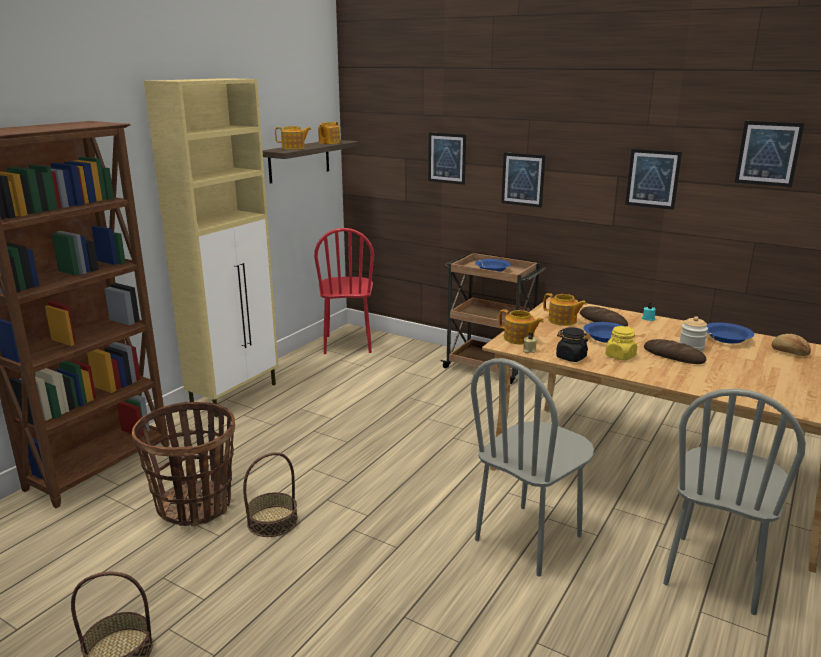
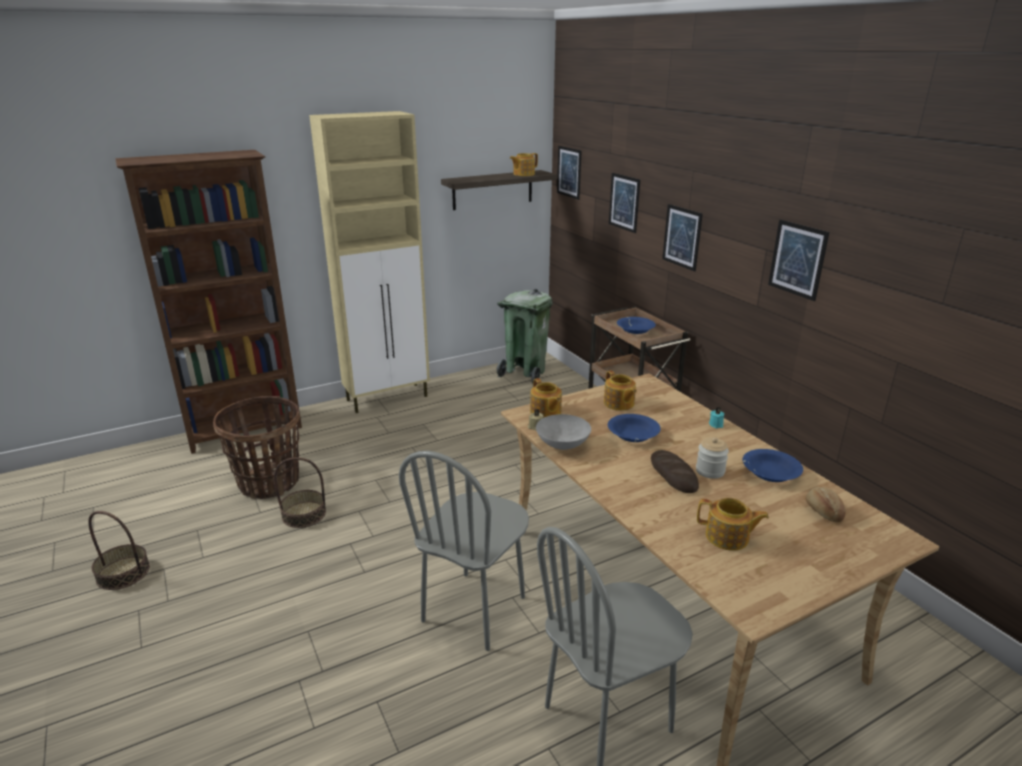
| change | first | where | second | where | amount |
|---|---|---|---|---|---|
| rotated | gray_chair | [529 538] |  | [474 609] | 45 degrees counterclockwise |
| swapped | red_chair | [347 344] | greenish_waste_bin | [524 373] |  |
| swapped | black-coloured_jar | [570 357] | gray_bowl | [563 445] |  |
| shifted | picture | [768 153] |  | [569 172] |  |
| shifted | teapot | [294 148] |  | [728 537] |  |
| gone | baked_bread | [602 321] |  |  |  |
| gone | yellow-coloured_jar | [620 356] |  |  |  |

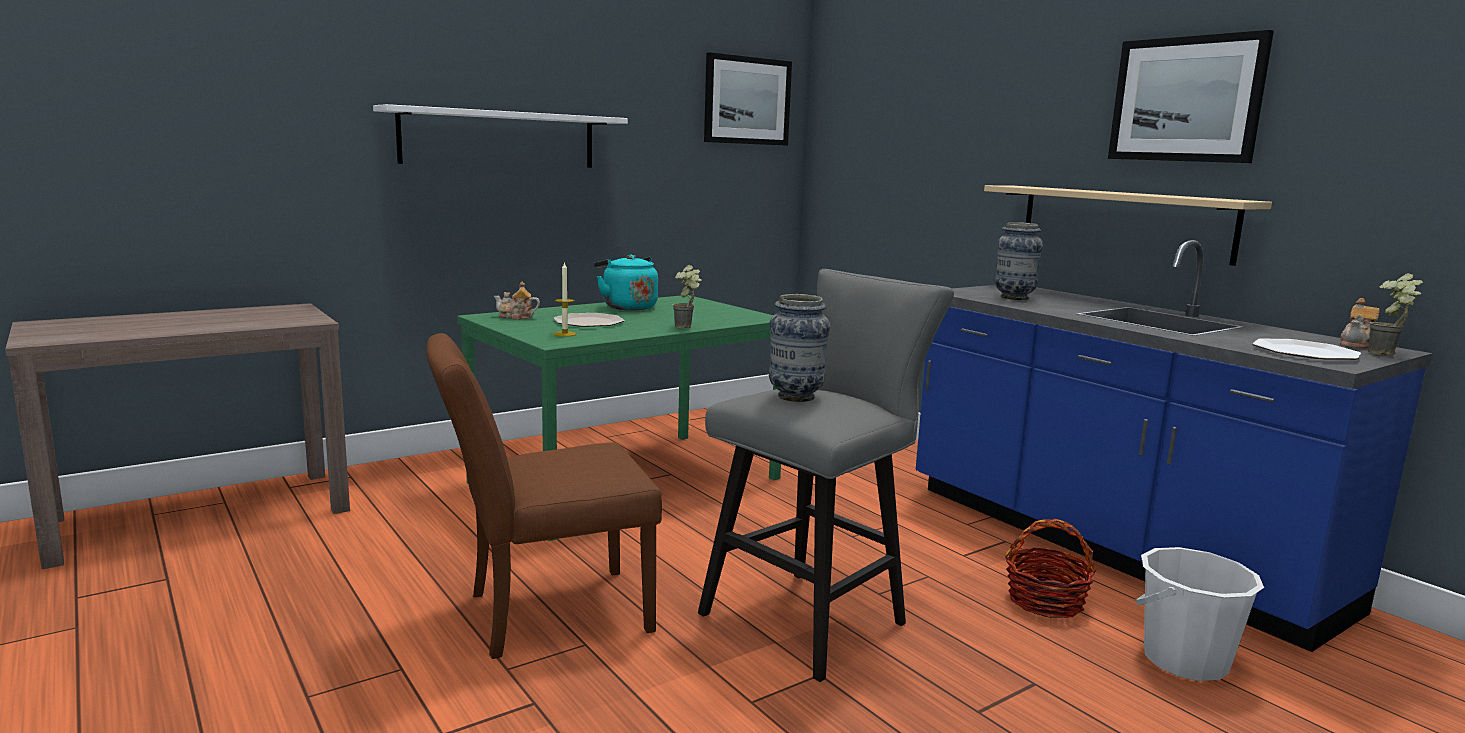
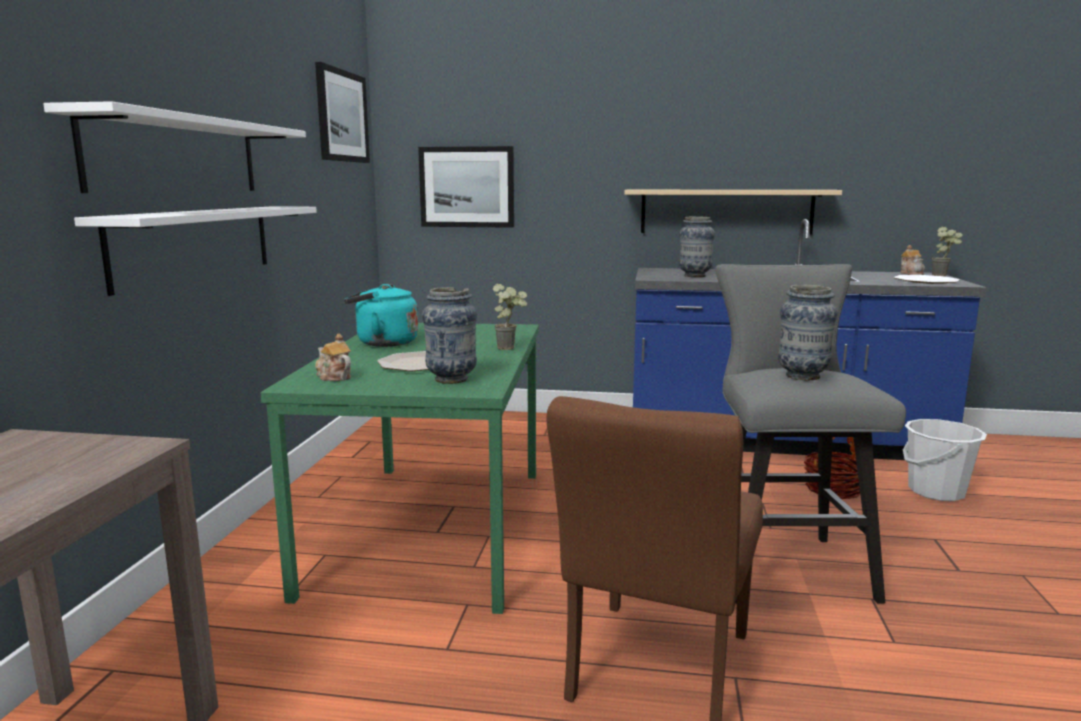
| change | first | where | second | where | amount |
|---|---|---|---|---|---|
| new |  |  | white-coloured_bracket_shelf | [196 244] |  |
| rotated | teapot | [516 317] |  | [333 377] | 90 degrees clockwise |
| shifted | picture | [1186 99] |  | [467 187] |  |
| swapped | wax_light | [565 334] | flower_vase | [451 379] |  |

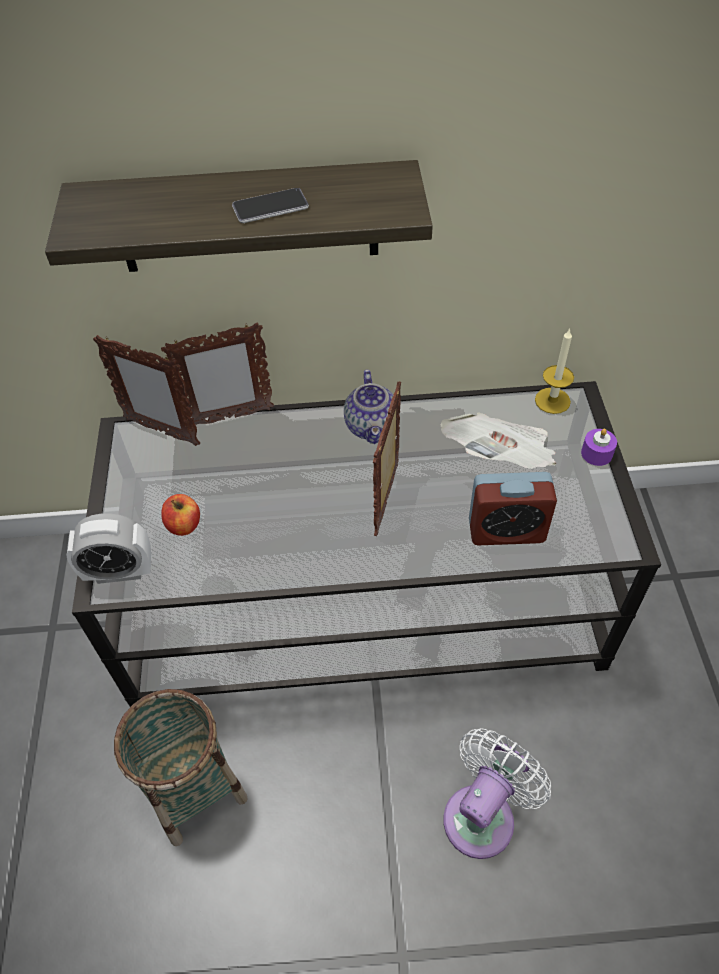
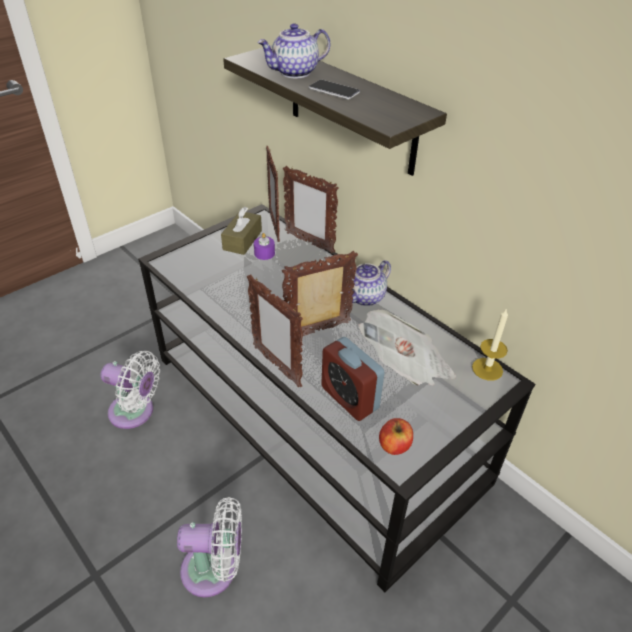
| change | first | where | second | where | amount |
|---|---|---|---|---|---|
| swapped | household_basket | [193 788] | white-coloured_electric_fan | [135 412] |  |
| new |  |  | brown_tissue_box | [242 240] |  |
| new |  |  | standing_frame | [276 366] |  |
| shifted | purplish_wax_light | [596 453] |  | [264 253] |  |
| new |  |  | teapot | [295 73] |  |
| shifted | apple_fruit | [184 525] |  | [394 445] |  |
| gone | bedside_clock | [119 572] |  |  |  |

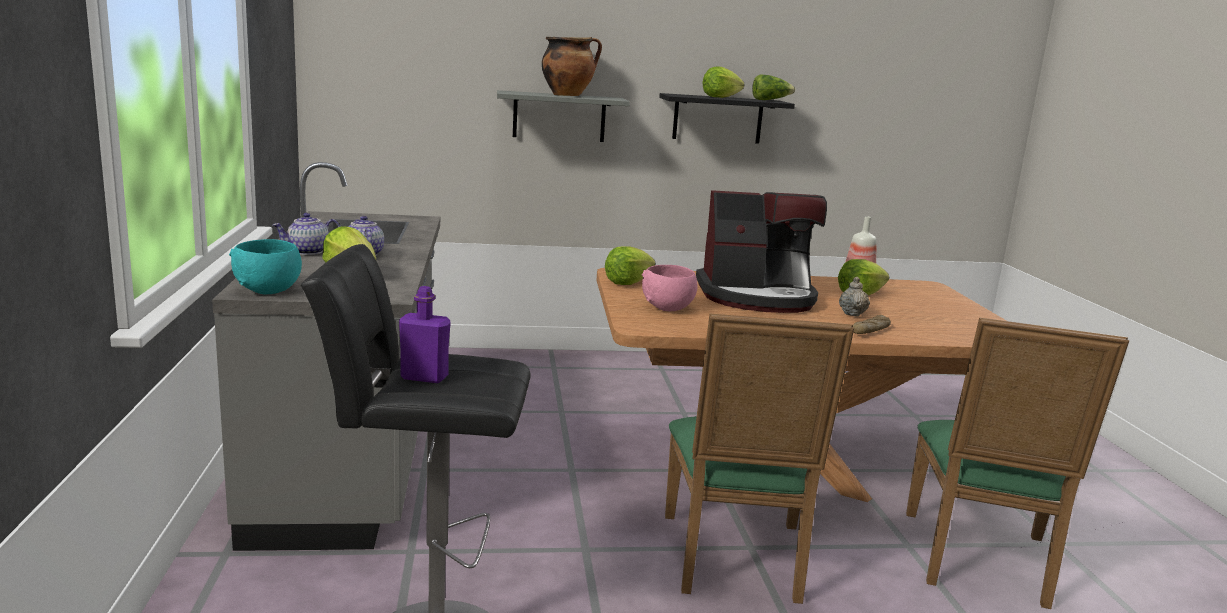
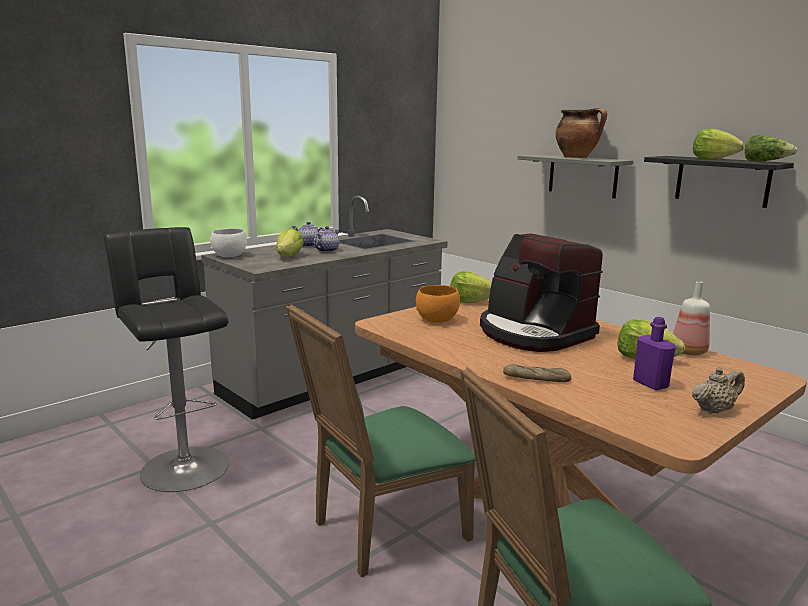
| change | first | where | second | where | amount |
|---|---|---|---|---|---|
| repainted | turquoise-coloured_bowl | [269 290] | white-coloured_bowl | [230 256] |  |
| repainted | pink-coloured_bowl | [668 308] | orange-coloured_bowl | [437 320] |  |
| shifted | purplish_beverage_bottle | [424 377] |  | [650 384] |  |
| shifted | beige-coloured_teapot | [852 314] |  | [714 410] |  |

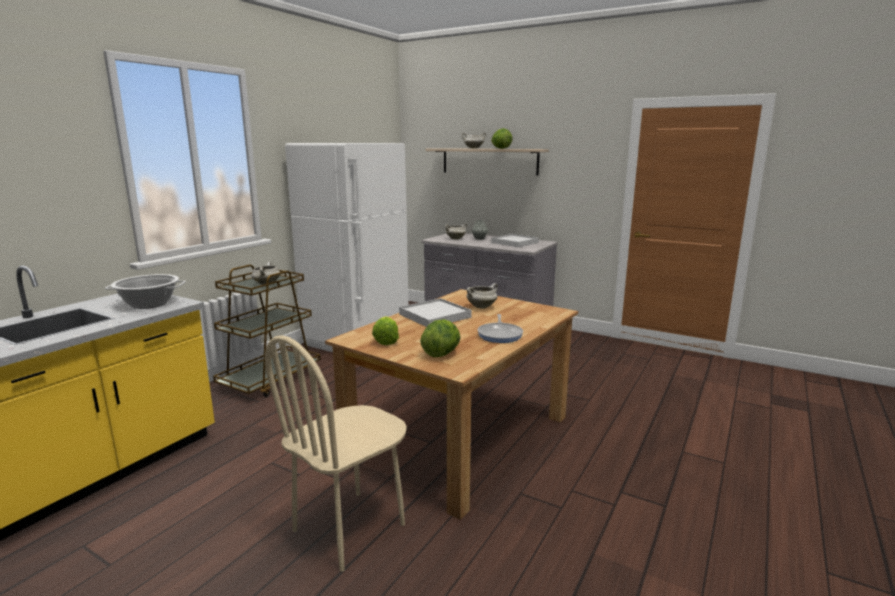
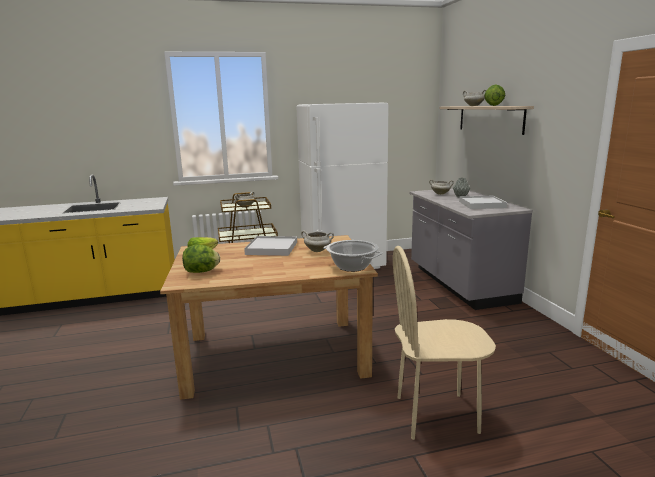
| change | first | where | second | where | amount |
|---|---|---|---|---|---|
| shifted | cooking_pot | [149 304] |  | [352 267] |  |
| shifted | beige-coloured_chair | [349 528] |  | [436 415] |  |
| gone | pan | [500 334] |  |  |  |

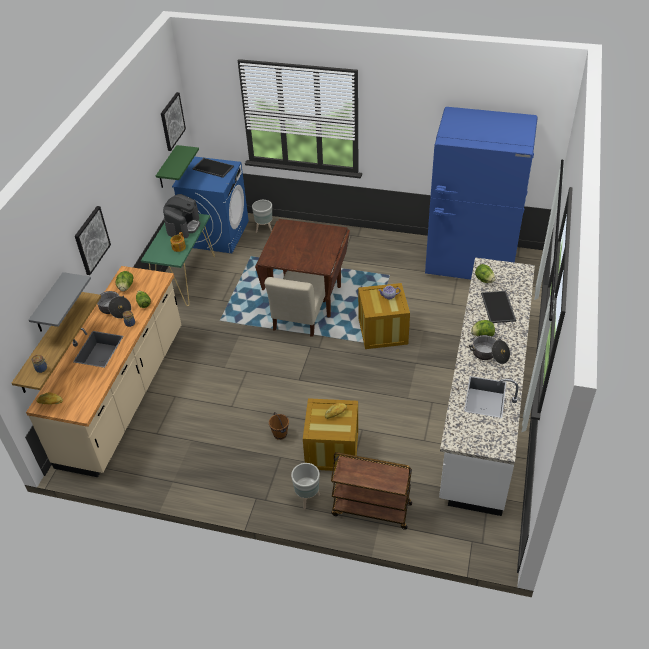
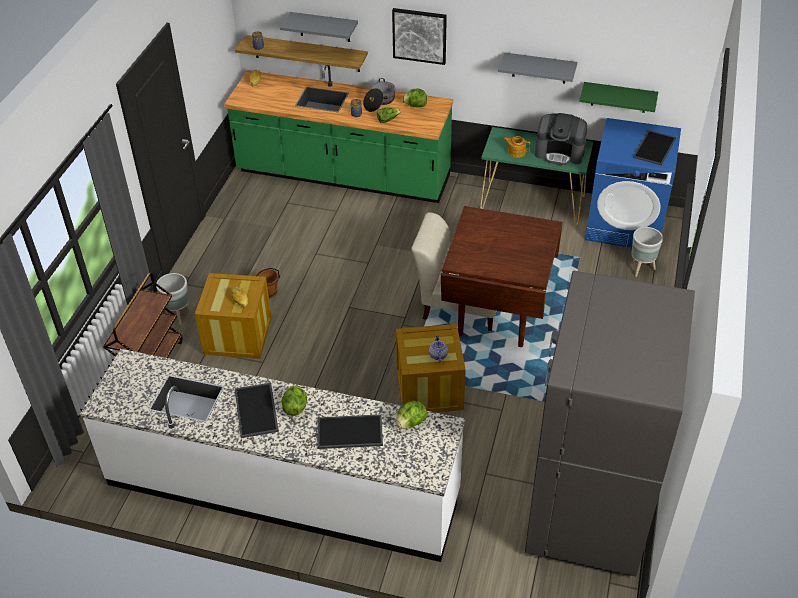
| change | first | where | second | where | amount |
|---|---|---|---|---|---|
| repainted | beige-coloured_counter | [124 395] | greenish_counter | [343 176] |  |
| swapped | cooking_pot | [489 354] | tray | [257 410] |  |
| new |  |  | gray_bracket_shelf | [539 68] |  |
| repainted | blue-coloured_fridge | [470 262] | gray_fridge | [587 509] |  |
| gone | picture | [172 121] |  |  |  |

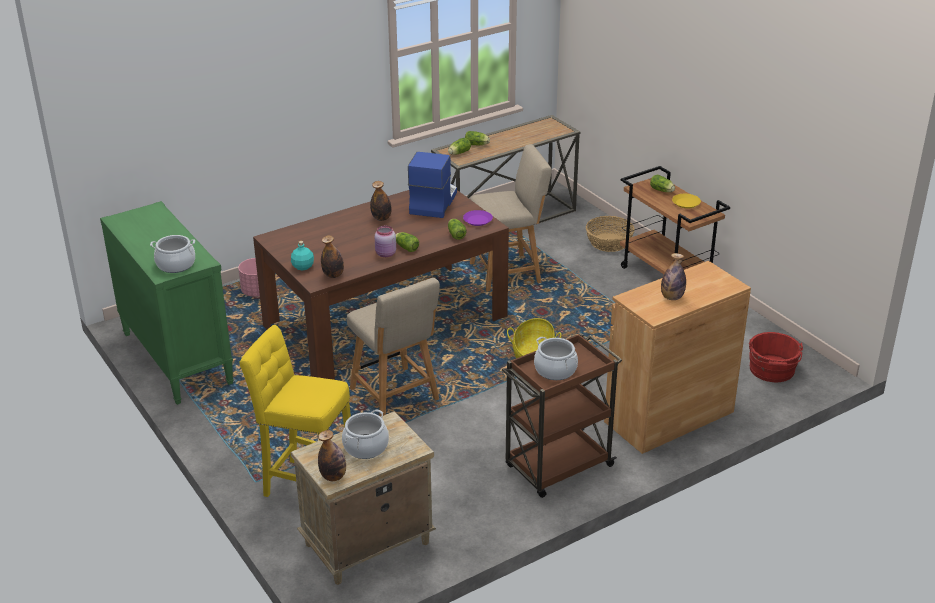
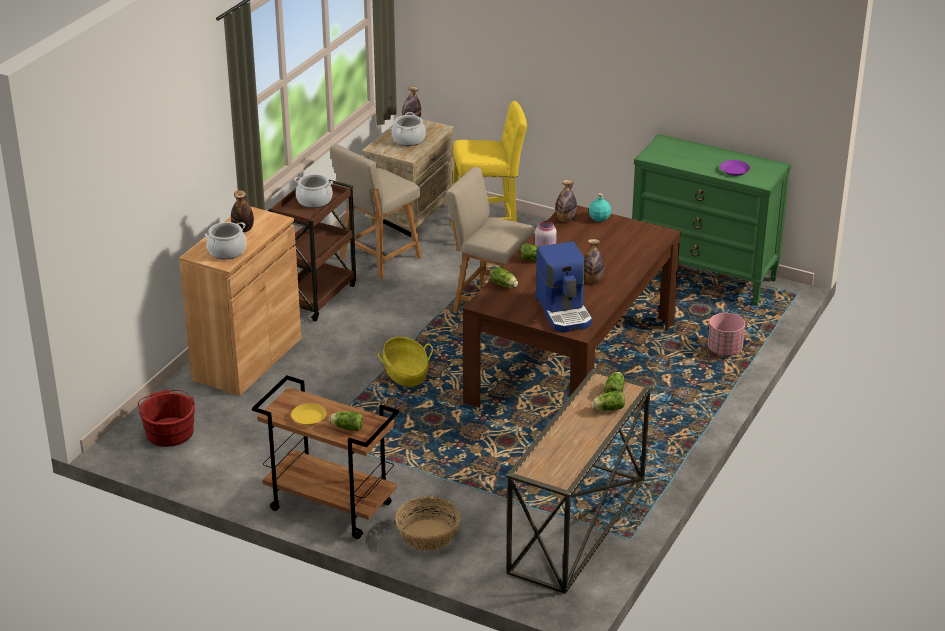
| change | first | where | second | where | amount |
|---|---|---|---|---|---|
| shifted | cooking_pot | [176 265] |  | [227 251] |  |
| shifted | beige-coloured_chair | [509 272] |  | [377 259] |  |
| shifted | purplish_plate | [478 220] |  | [734 170] |  |

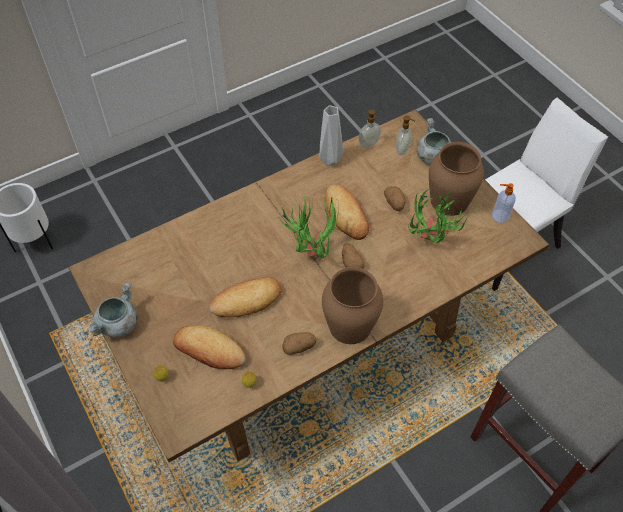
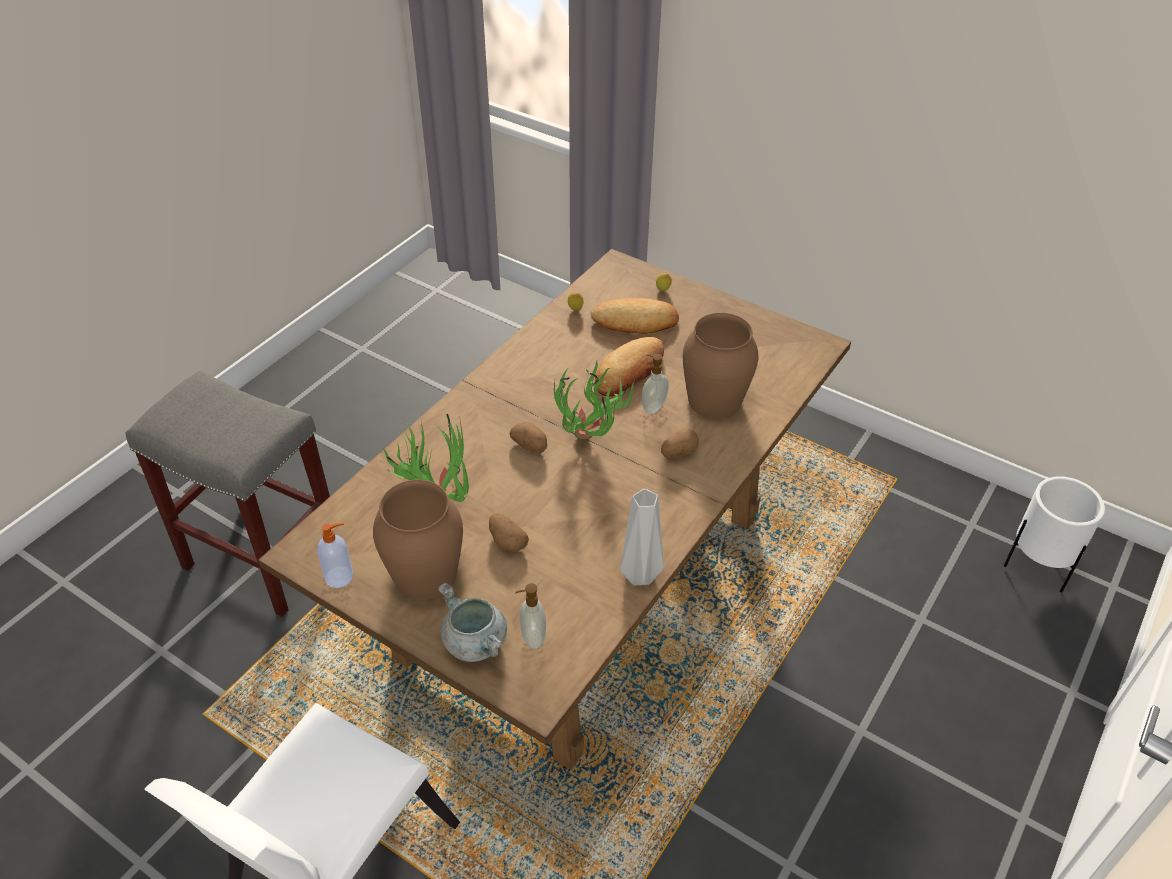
| change | first | where | second | where | amount |
|---|---|---|---|---|---|
| shifted | soap_bottle | [369 144] |  | [653 406] |  |
| shifted | spud | [299 347] |  | [678 452] |  |
| shifted | brown_flower_vase | [350 325] |  | [714 400] |  |
| gone | gray_cooking_pot | [118 325] |  |  |  |
| gone | baked_bread | [346 215] |  |  |  |

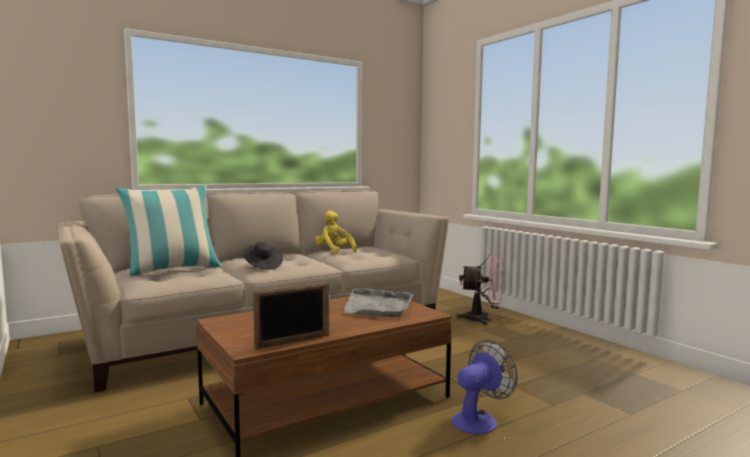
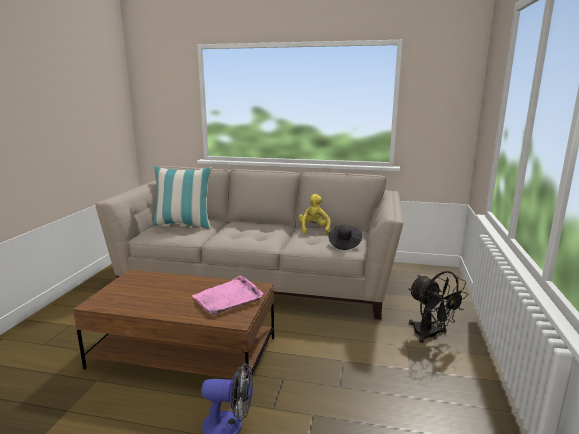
| change | first | where | second | where | amount |
|---|---|---|---|---|---|
| repainted | gray_tray | [377 306] | pink-coloured_tray | [228 298] |  |
| shifted | black-coloured_hat | [262 266] |  | [344 244] |  |
| repainted | pink-coloured_electric_fan | [482 320] | black-coloured_electric_fan | [430 335] |  |
| gone | standing_frame | [293 341] |  |  |  |

